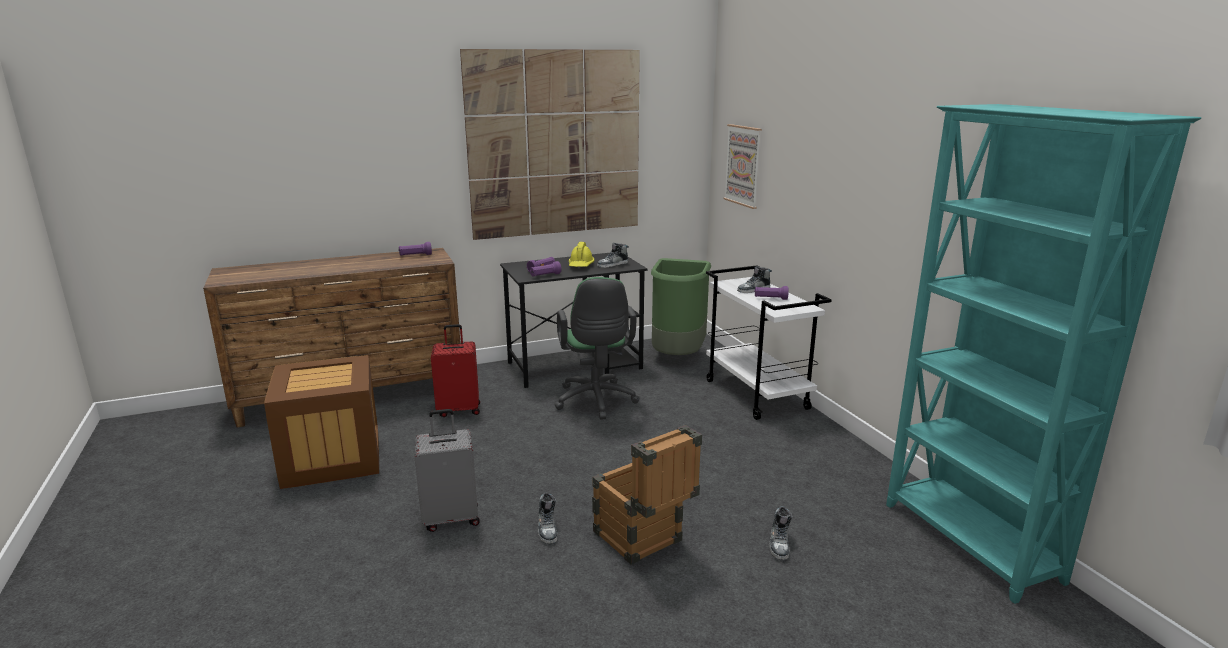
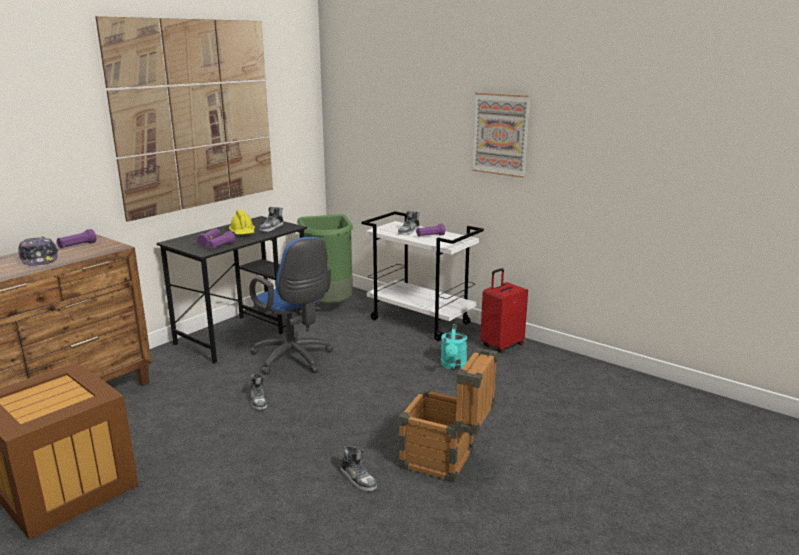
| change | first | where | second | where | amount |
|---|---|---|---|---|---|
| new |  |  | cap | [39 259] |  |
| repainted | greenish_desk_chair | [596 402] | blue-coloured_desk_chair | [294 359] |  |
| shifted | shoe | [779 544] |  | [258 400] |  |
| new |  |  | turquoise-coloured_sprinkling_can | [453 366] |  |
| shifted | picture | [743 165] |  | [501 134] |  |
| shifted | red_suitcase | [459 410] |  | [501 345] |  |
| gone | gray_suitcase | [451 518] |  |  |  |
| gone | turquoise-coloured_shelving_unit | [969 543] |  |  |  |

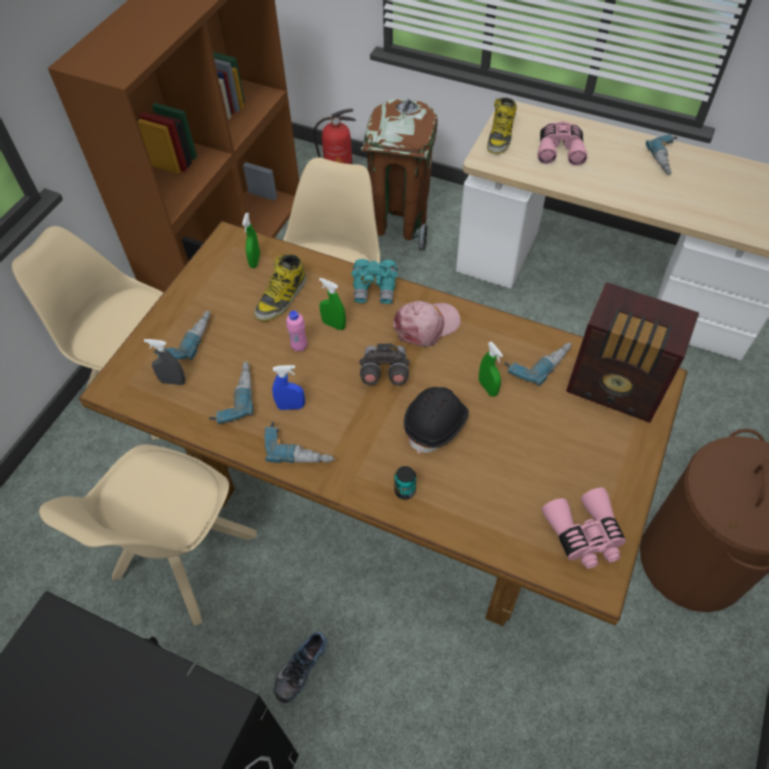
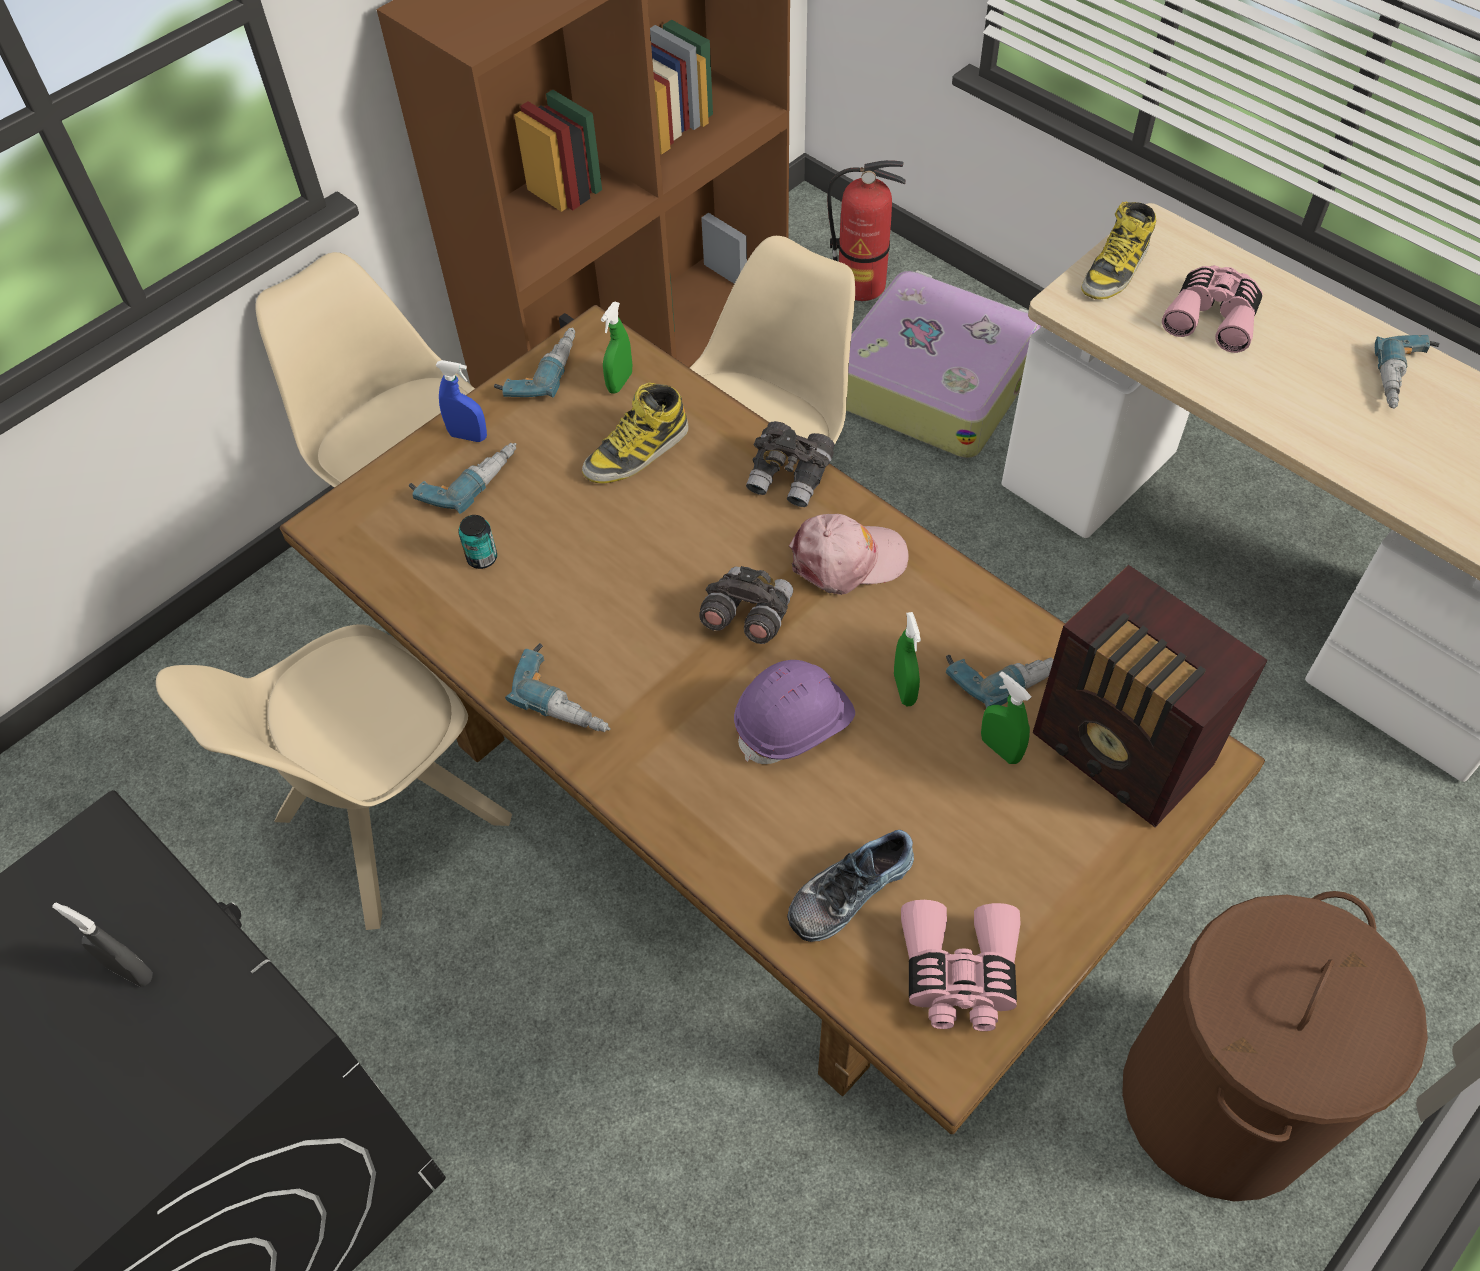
| change | first | where | second | where | amount |
|---|---|---|---|---|---|
| shifted | gray_hand_sprayer | [173 381] |  | [130 971] |  |
| shifted | blue-coloured_hand_sprayer | [291 406] |  | [468 436] |  |
| shifted | sealed_can | [405 490] |  | [482 558] |  |
| shifted | electric_drill | [233 396] |  | [539 370] |  |
| repainted | black-coloured_work_helmet | [436 424] | purplish_work_helmet | [794 724] |  |
| repainted | turquoise-coloured_pair_of_binoculars | [375 289] | gray_pair_of_binoculars | [790 477] |  |
| shifted | shoe | [300 667] |  | [848 889] |  |
| swapped | brown_waste_bin | [399 226] | suitcase | [934 382] |  |
| shifted | greenish_hand_sprayer | [334 325] |  | [1000 749] |  |
| gone | pink-coloured_beverage_bottle | [299 346] |  |  |  |

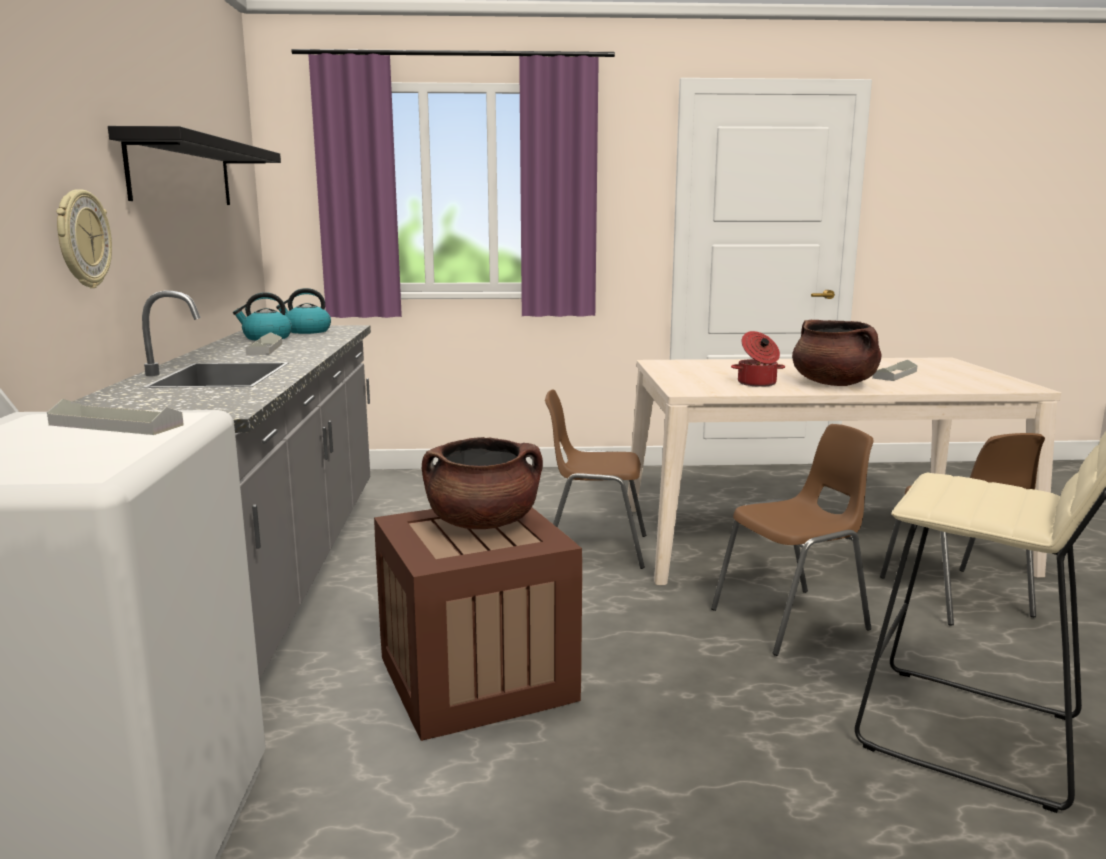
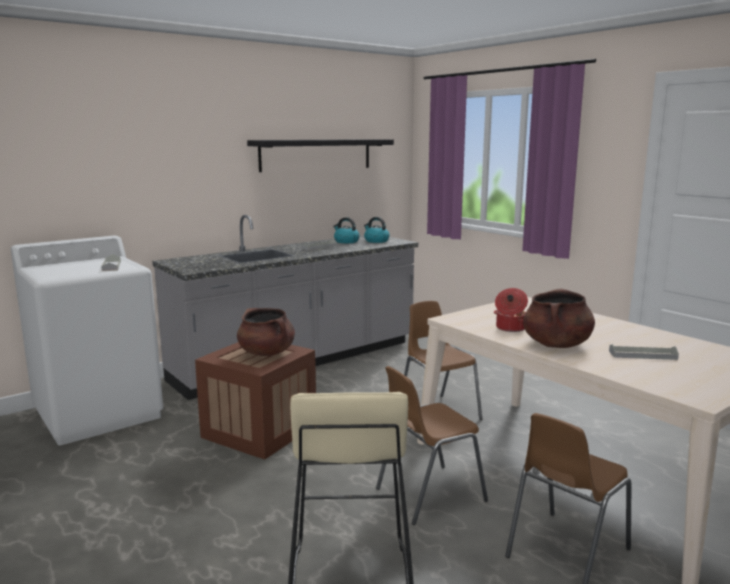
| change | first | where | second | where | amount |
|---|---|---|---|---|---|
| rotated | brown_chair | [792 620] |  | [428 494] | 120 degrees clockwise |
| gone | wall_clock | [82 239] |  |  |  |

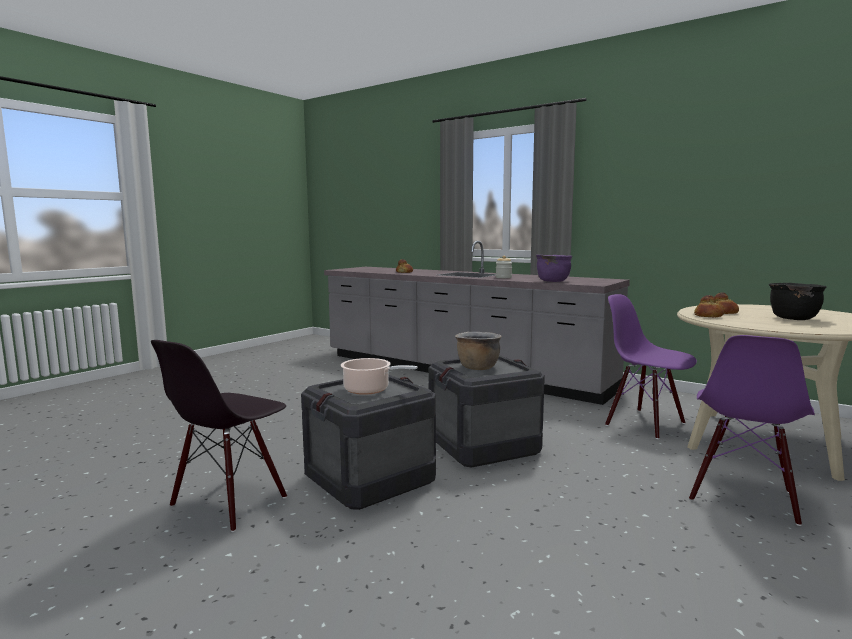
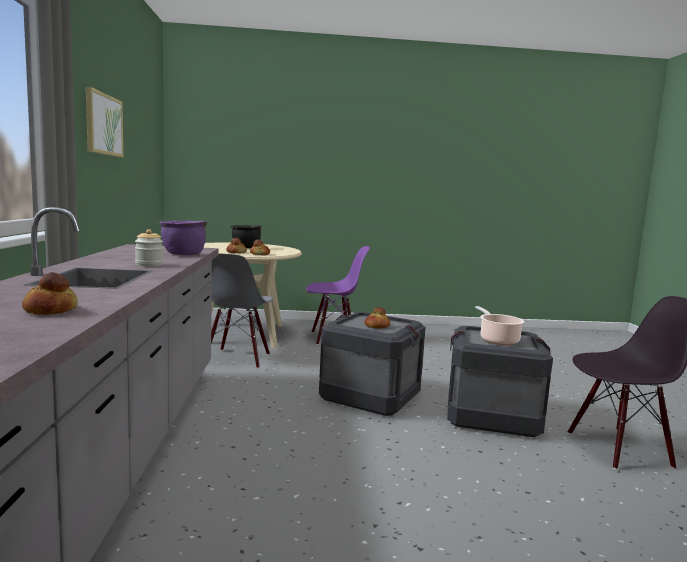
| change | first | where | second | where | amount |
|---|---|---|---|---|---|
| new |  |  | picture | [103 124] |  |
| repainted | purplish_chair | [645 424] | gray_chair | [237 358] |  |
| swapped | brown_cooking_pot | [477 367] | baked_bread | [377 326] |  |

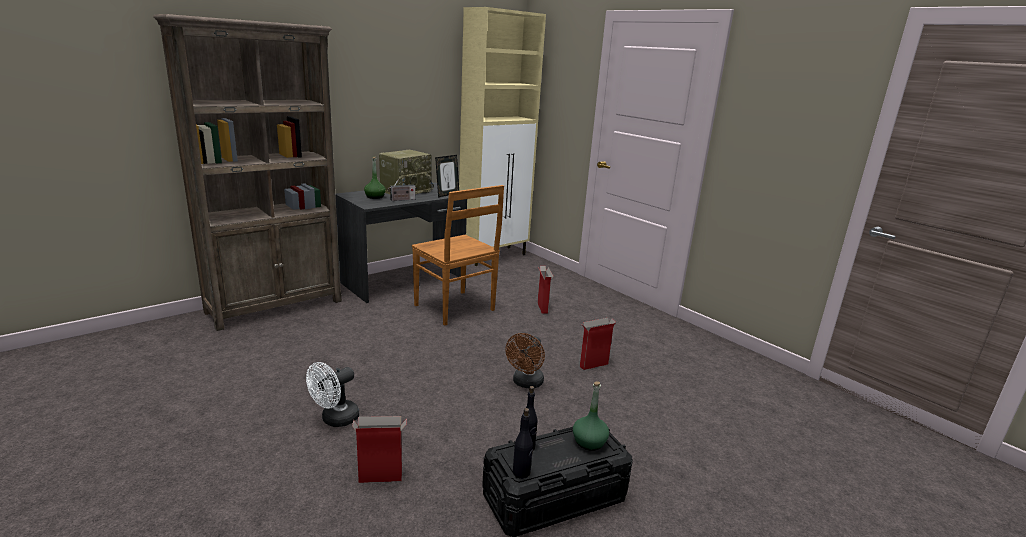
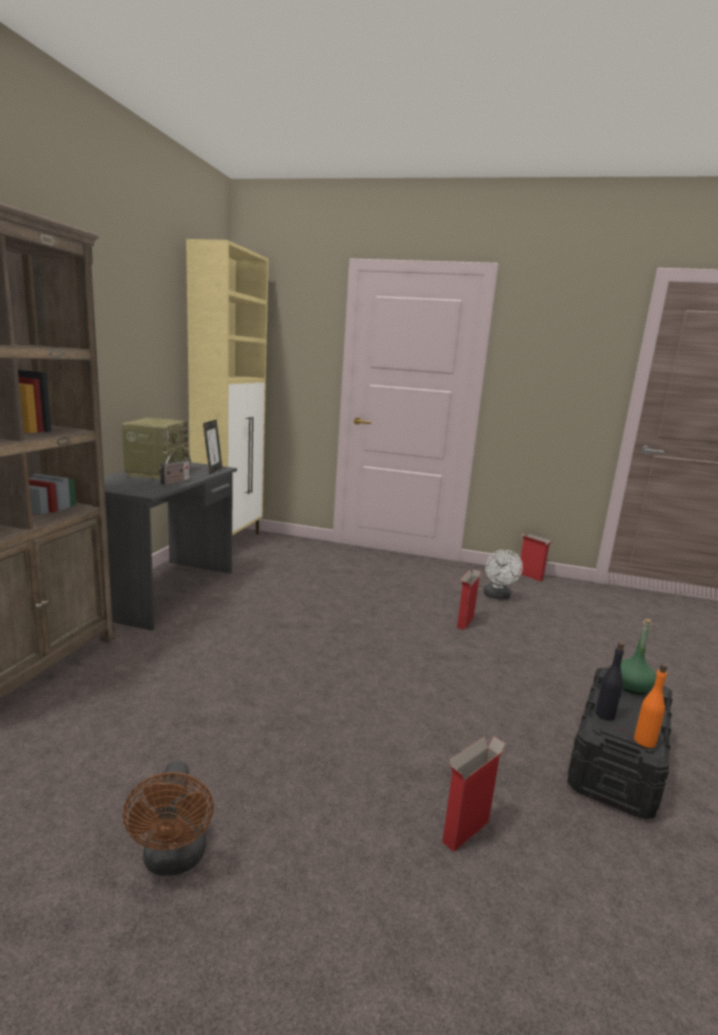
| change | first | where | second | where | amount |
|---|---|---|---|---|---|
| shifted | brown_electric_fan | [526 383] |  | [174 860] |  |
| shifted | white-coloured_electric_fan | [335 420] |  | [497 596] |  |
| shifted | carton | [542 307] |  | [529 576] |  |
| repainted | black-coloured_beverage_bottle | [521 472] | orange-coloured_beverage_bottle | [645 741] |  |
| gone | greenish_beverage_bottle | [375 197] |  |  |  |
| gone | brown_chair | [455 308] |  |  |  |

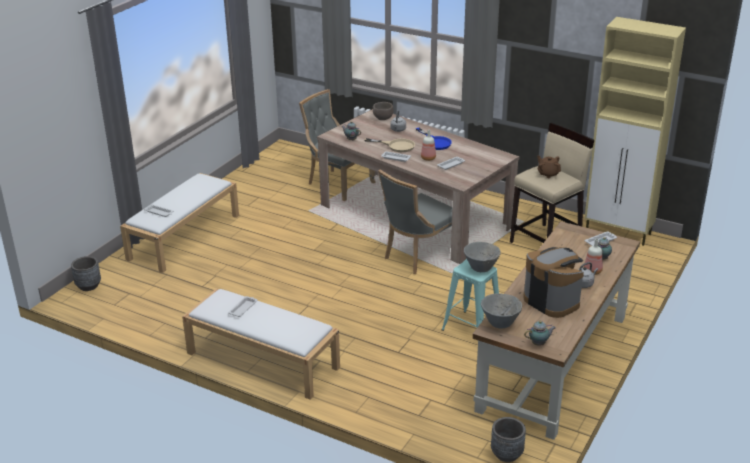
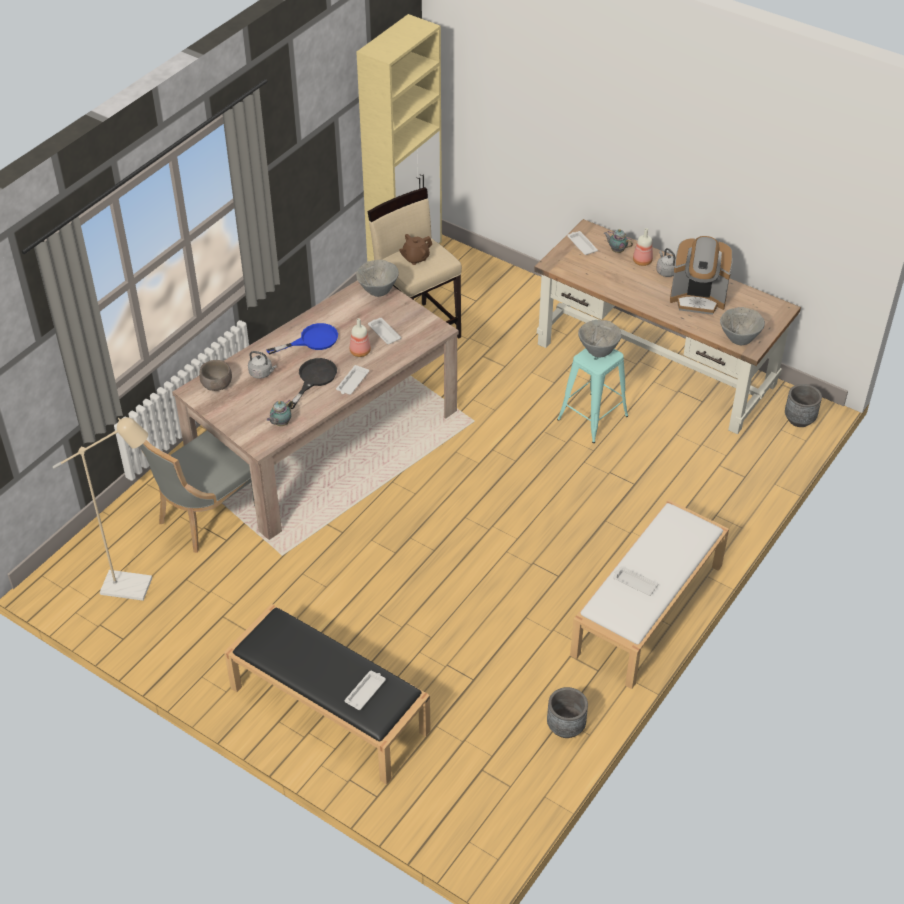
| change | first | where | second | where | amount |
|---|---|---|---|---|---|
| new |  |  | beige-coloured_standing_lamp | [135 587] |  |
| repainted | white-coloured_long_seat | [184 236] | black-coloured_long_seat | [327 709] |  |
| repainted | beige-coloured_pan | [396 146] | black-coloured_pan | [314 379] |  |
| new |  |  | gray_bowl | [378 291] |  |
| shifted | gray_plant_pot | [88 286] |  | [566 726] |  |
| rotated | coffee_maker | [551 301] |  | [698 298] | 135 degrees counterclockwise |
| gone | gray_chair | [417 256] |  |  |  |
| gone | teapot | [539 343] |  |  |  |

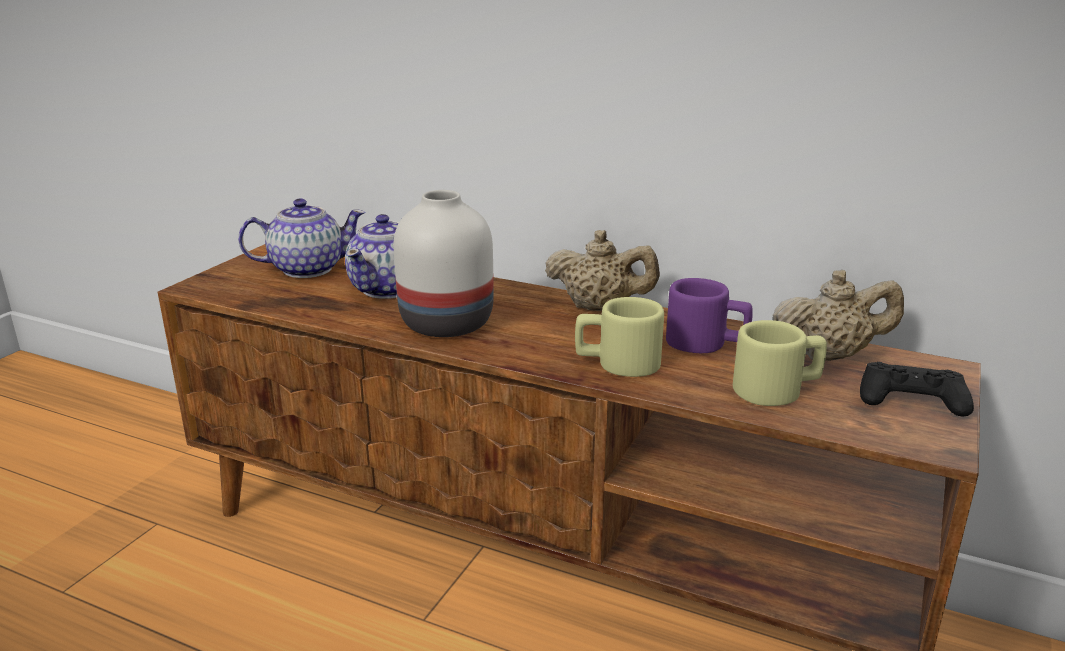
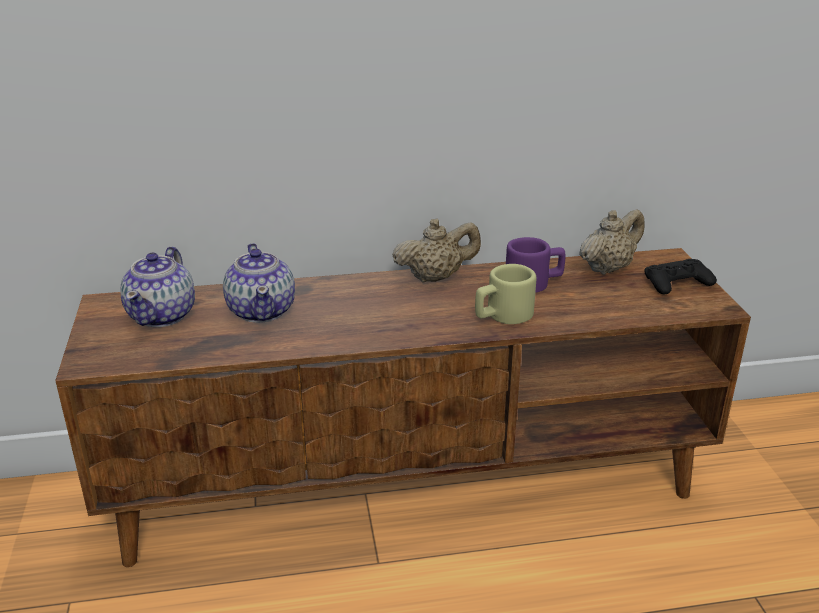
| change | first | where | second | where | amount |
|---|---|---|---|---|---|
| rotated | teapot | [306 269] |  | [163 315] | 150 degrees clockwise |
| gone | white-coloured_flower_vase | [445 322] |  |  |  |
| gone | beige-coloured_tea_mug | [777 390] |  |  |  |

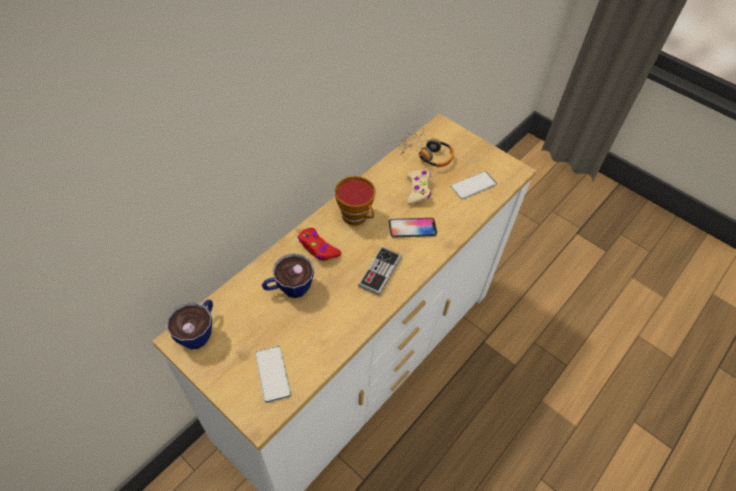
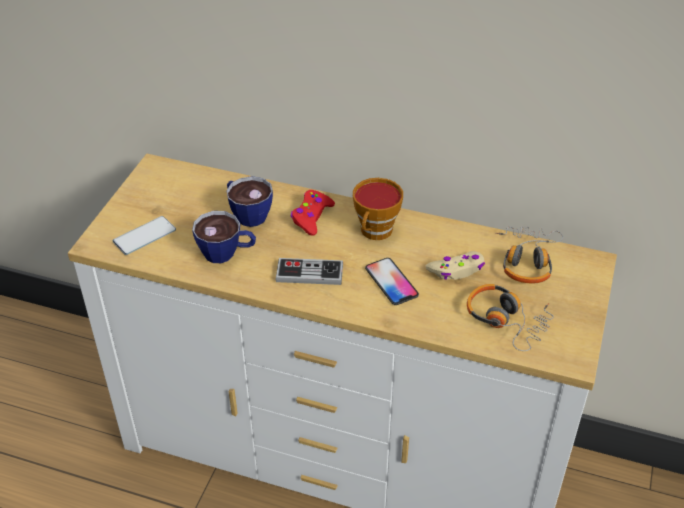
| change | first | where | second | where | amount |
|---|---|---|---|---|---|
| shifted | small_cup | [199 331] |  | [227 253] |  |
| swapped | handset | [473 185] | pair_of_headphones | [507 320] |  |

